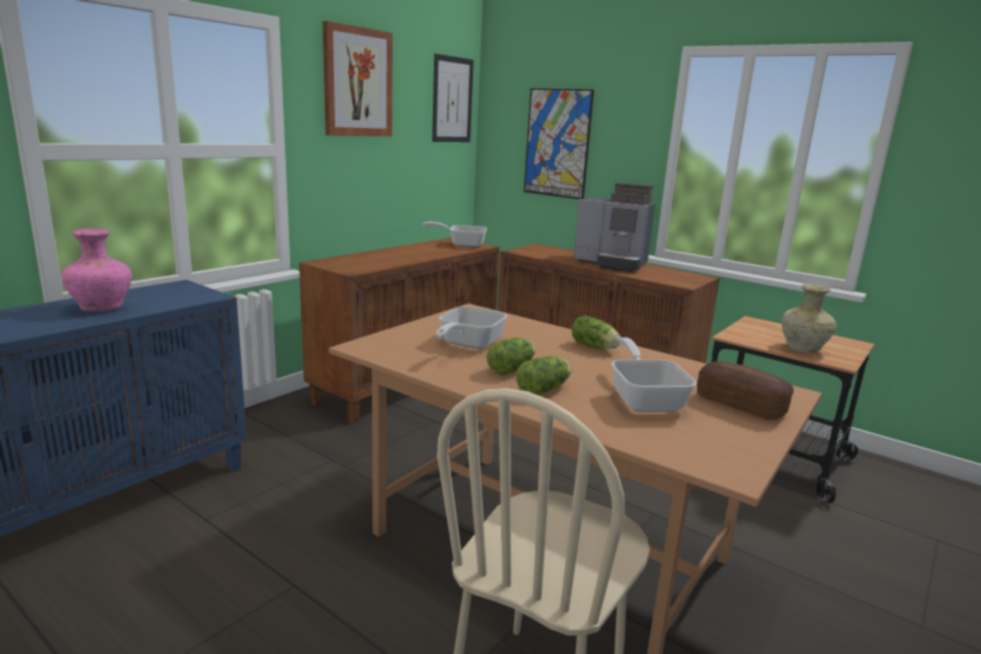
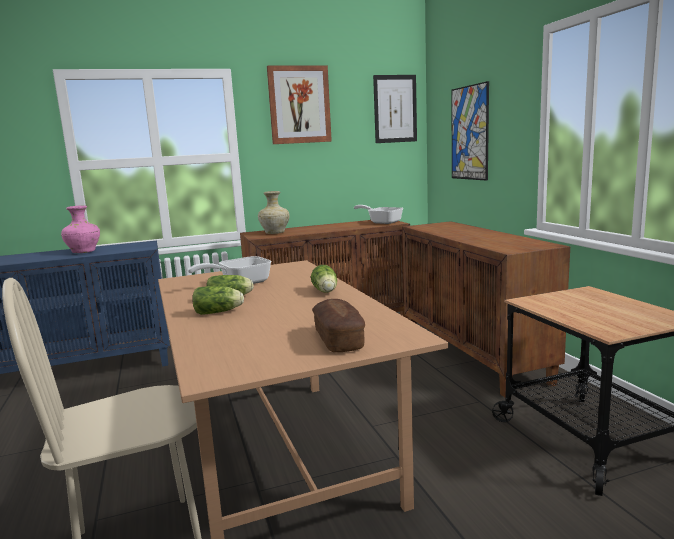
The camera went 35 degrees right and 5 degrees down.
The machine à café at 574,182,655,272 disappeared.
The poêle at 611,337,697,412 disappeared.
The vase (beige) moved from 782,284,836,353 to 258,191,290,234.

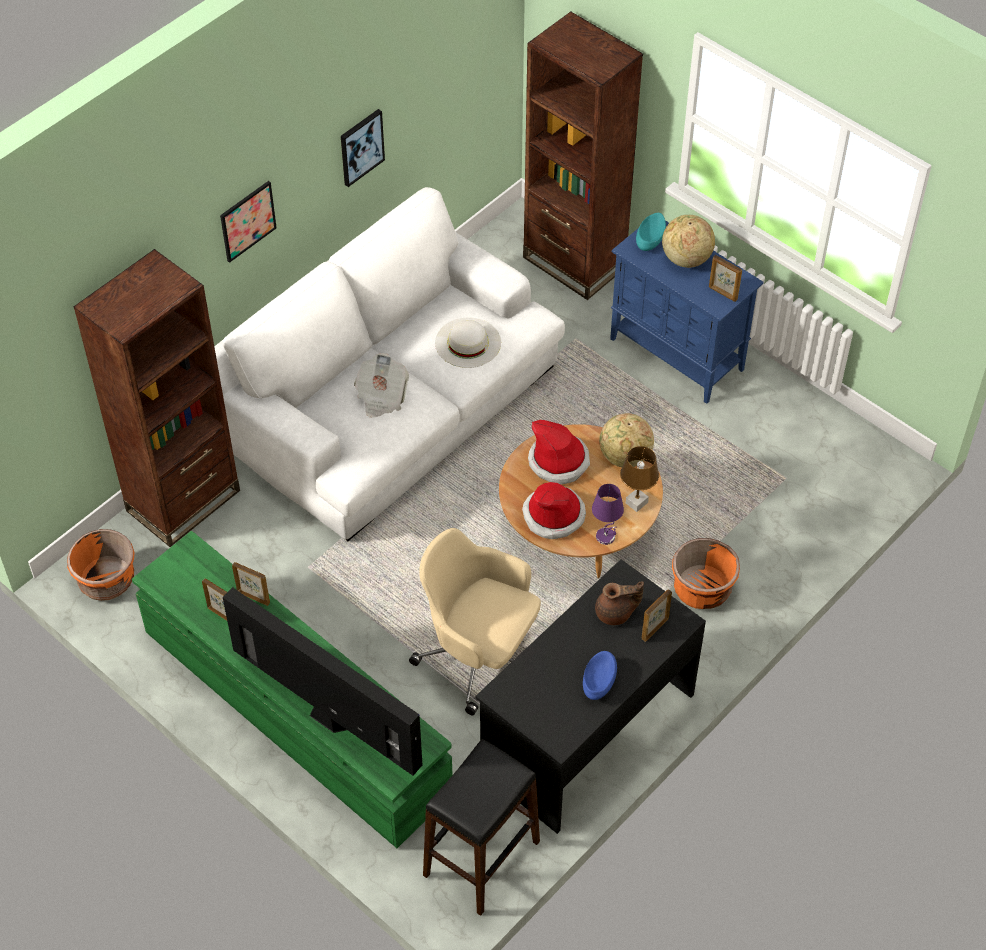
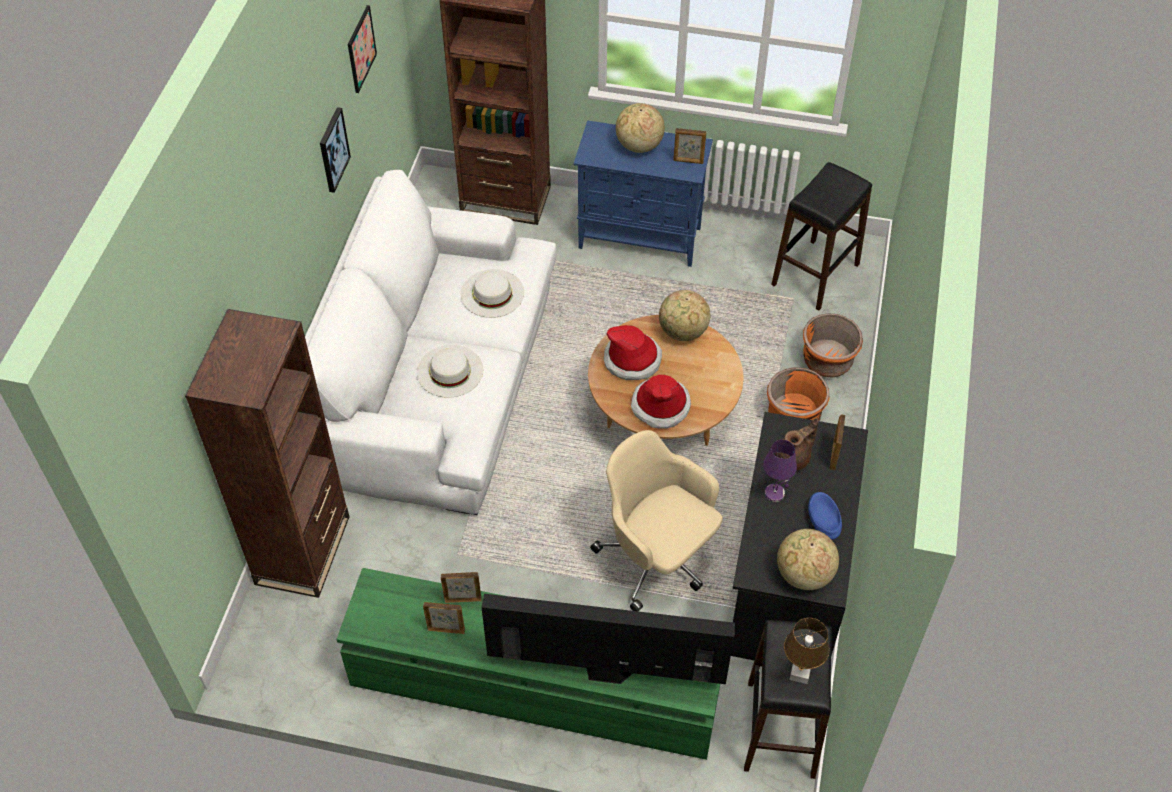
The camera went 30 degrees left and 0 degrees up.
The cache-pot (orange) moved from 67,529,135,601 to 803,313,863,378.
The tableau moved from 220,181,277,263 to 348,5,377,93.
The journal at 354,353,409,418 was replaced by the chapeau (blanc) at 417,345,483,398.
The chaise de bureau (beige) at 409,528,541,715 turned 45 degrees clockwise.
The lampe de table (violet) moved from 592,484,624,545 to 763,440,797,502.
The lampe de table (marron) moved from 620,446,659,512 to 784,618,830,684.
The bol (turquoise) at 636,213,666,251 disappeared.
The tabouret (noir) at 771,162,872,311 appeared.
The globe at 777,529,839,590 appeared.

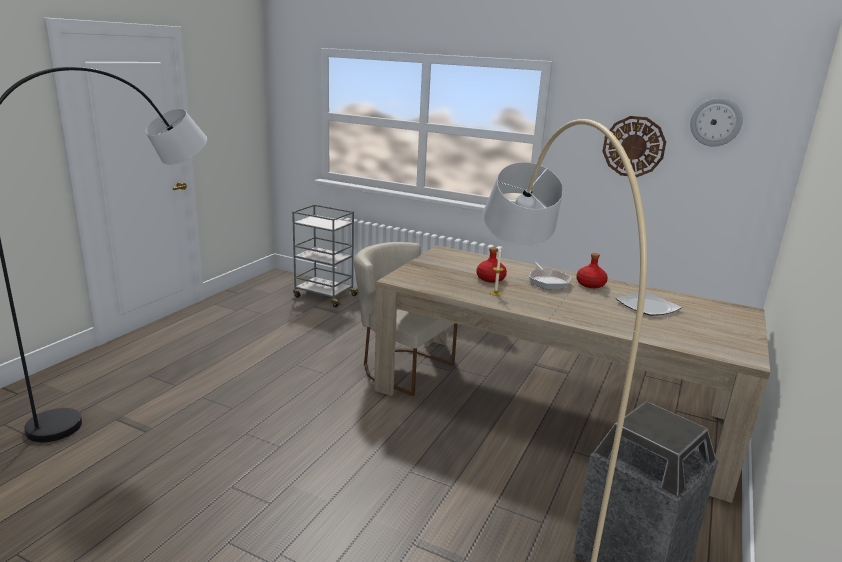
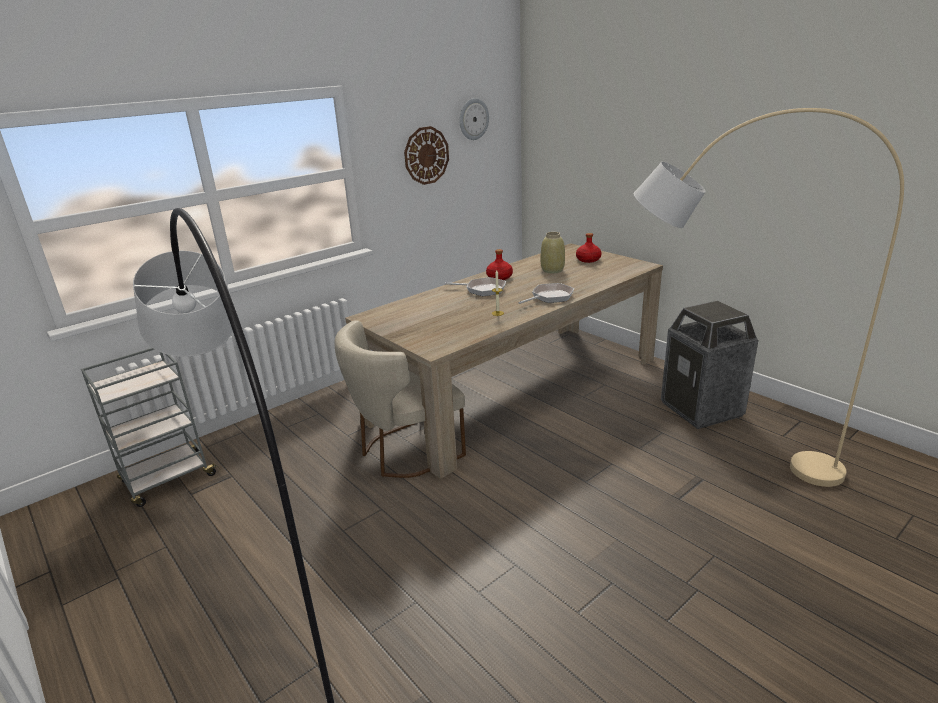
The camera went 65 degrees left and 5 degrees up.
The bouteille (rouge) moved from 476,247,507,283 to 576,233,601,263.
The assiette at 615,291,682,316 was replaced by the vase (beige) at 541,232,565,273.
The poêle at 518,283,574,304 appeared.

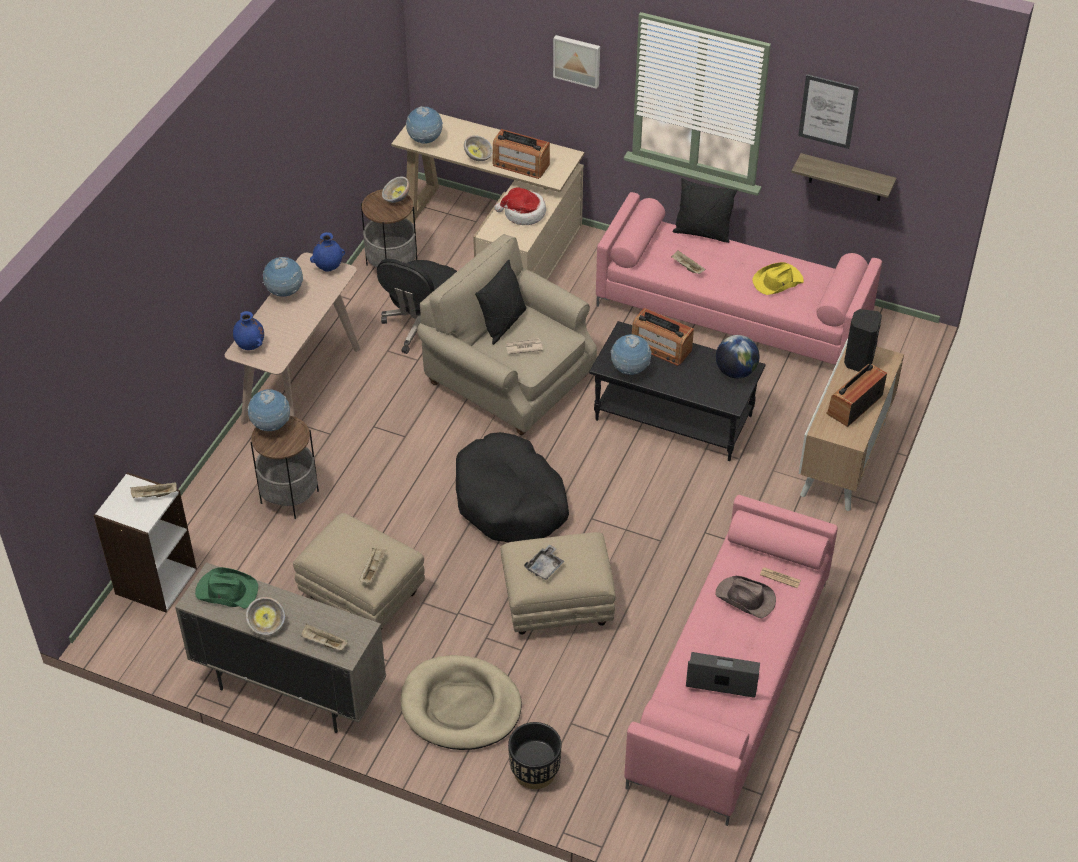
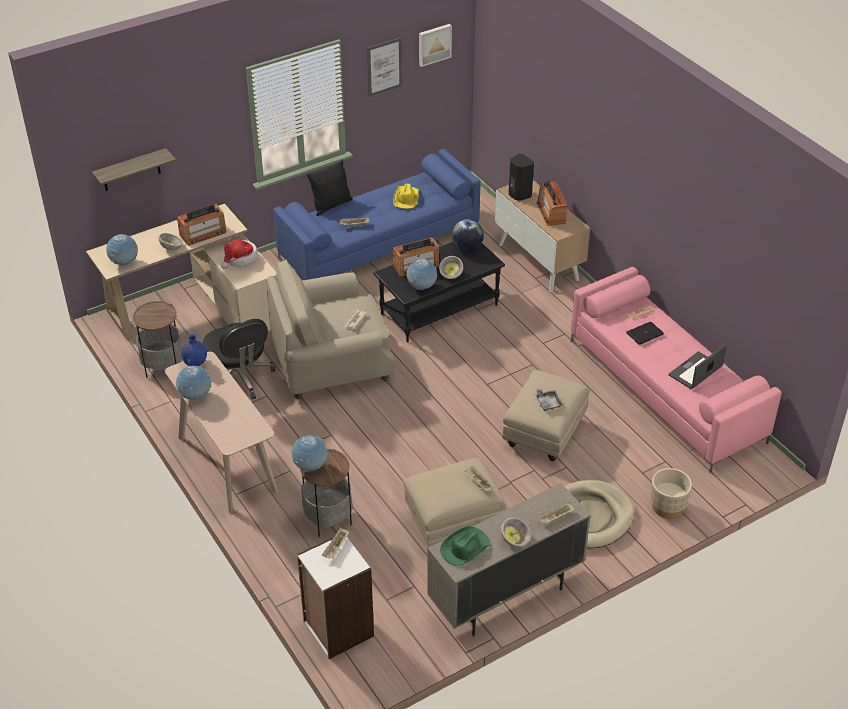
The camera went 55 degrees left and 5 degrees down.
The vase (bleu) at 233,311,264,350 disappeared.
The bol moved from 382,177,410,203 to 439,256,463,279.
The panier pour chien (noir) at 456,432,569,543 disappeared.
The coussin (noir) at 475,260,527,345 disappeared.
The cache-pot (noir) at 508,722,561,789 became the cache-pot (beige) at 650,468,692,519.
The tableau moved from 553,35,600,89 to 419,24,452,67.
The canapé (rose) at 596,192,882,366 became the canapé (bleu) at 273,149,481,280.
The chapeau (marron) at 715,576,776,618 was replaced by the ordinateur portable at 626,322,664,345.
The étagère moved from 791,153,897,201 to 92,148,176,191.

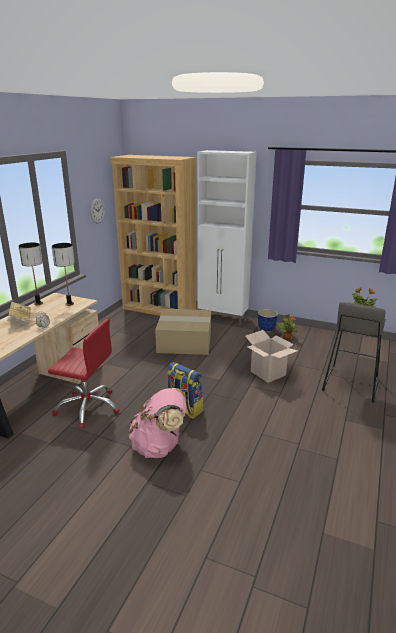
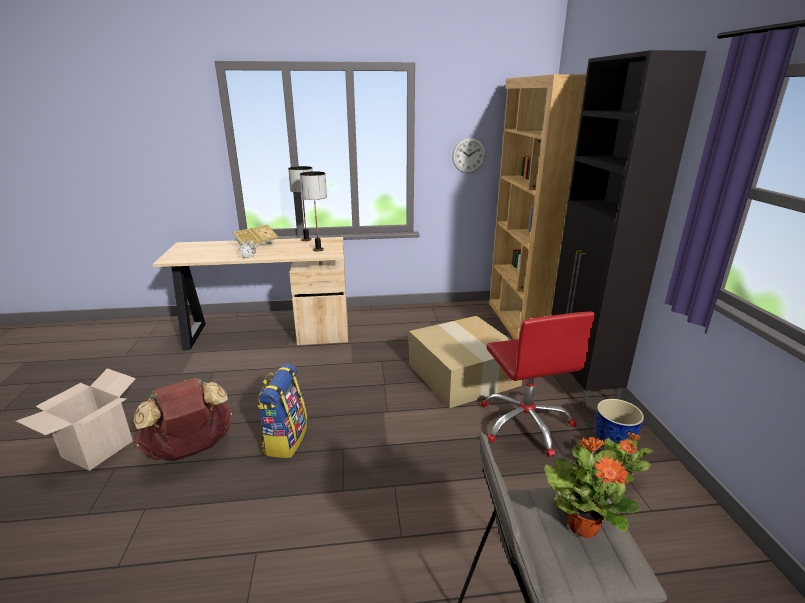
The camera went 60 degrees right and 0 degrees up.
The chaise de bureau (rouge) moved from 48,319,119,429 to 481,312,596,457.
The sac à dos (rose) at 129,388,186,458 became the sac à dos (marron) at 133,378,233,461.
The meuble de rangement (blanc) at 197,150,257,325 became the meuble de rangement (noir) at 551,50,706,407.
The carton moved from 245,330,297,383 to 16,368,136,471.

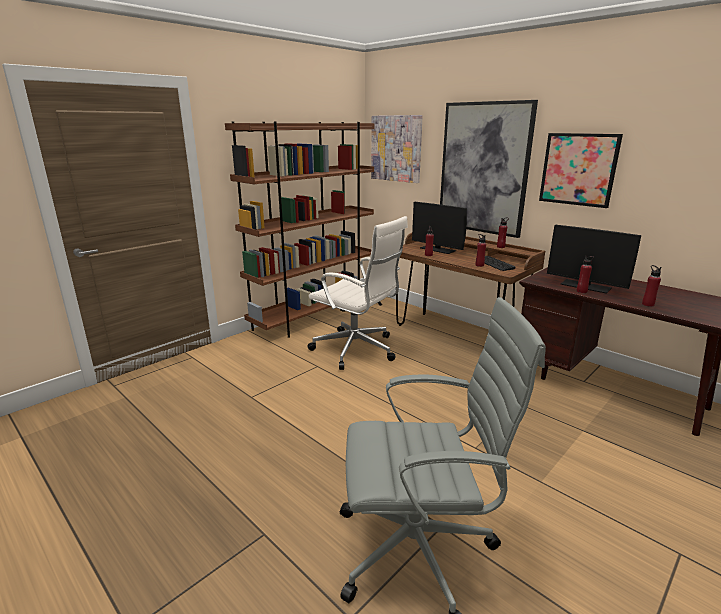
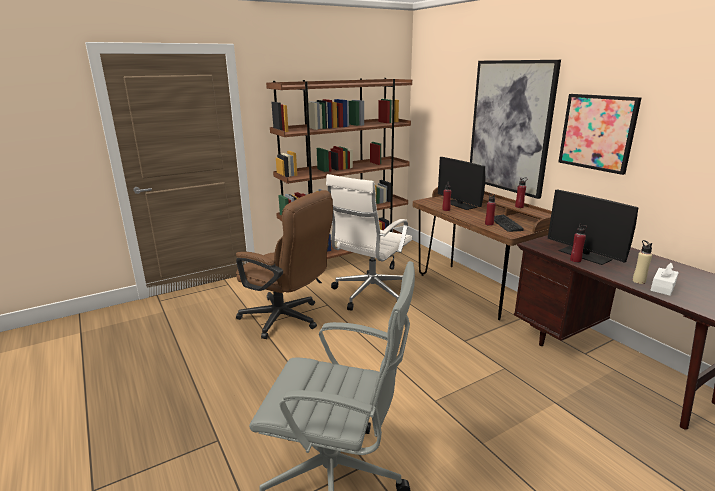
The camera went 15 degrees right and 0 degrees up.
The chaise de bureau (blanc) at 308,216,408,370 turned 75 degrees clockwise.
The tableau at 371,115,423,183 disappeared.
The bouteille (rouge) at 642,265,661,307 became the bouteille (beige) at 633,240,652,284.
The chaise de bureau (marron) at 236,190,333,339 appeared.
The boîte à mouchoirs (blanc) at 650,263,679,296 appeared.

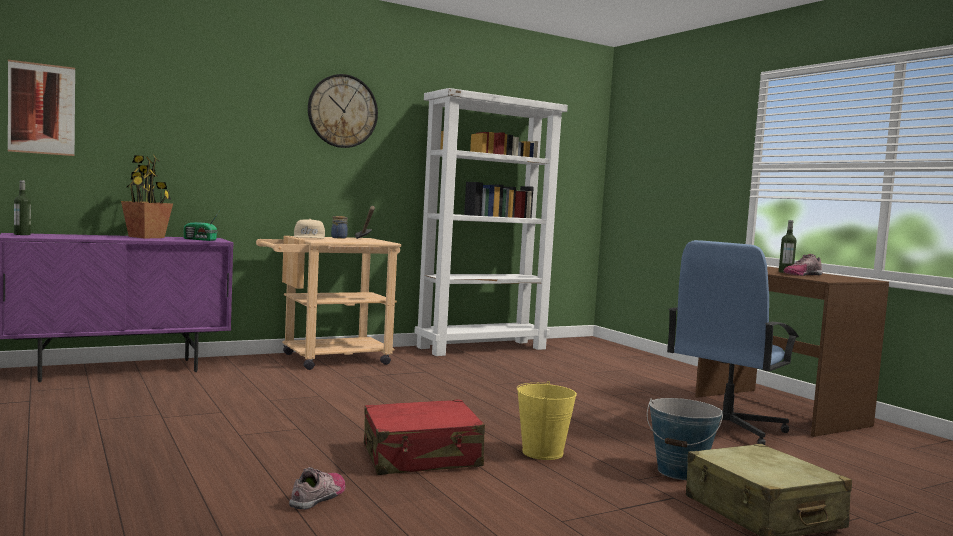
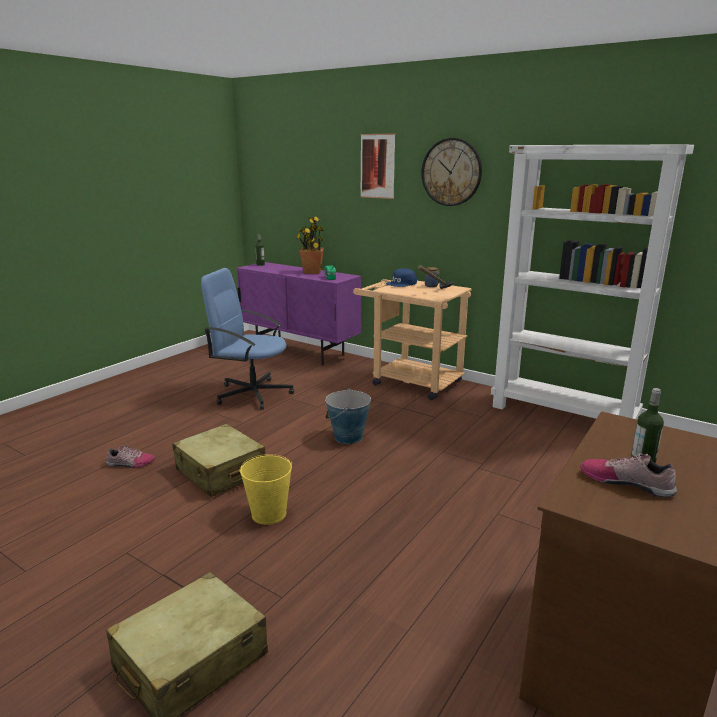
The camera went 65 degrees right and 15 degrees up.
The tableau moved from 8,60,75,156 to 360,133,395,199.
The casquette (beige) at 294,219,325,238 became the casquette (bleu) at 386,268,417,287.
The valise (rouge) at 364,399,485,475 became the valise (beige) at 172,424,265,497.
The seau moved from 647,398,723,480 to 325,388,371,444.
The chaise de bureau (bleu) moved from 667,240,799,445 to 201,268,294,410.

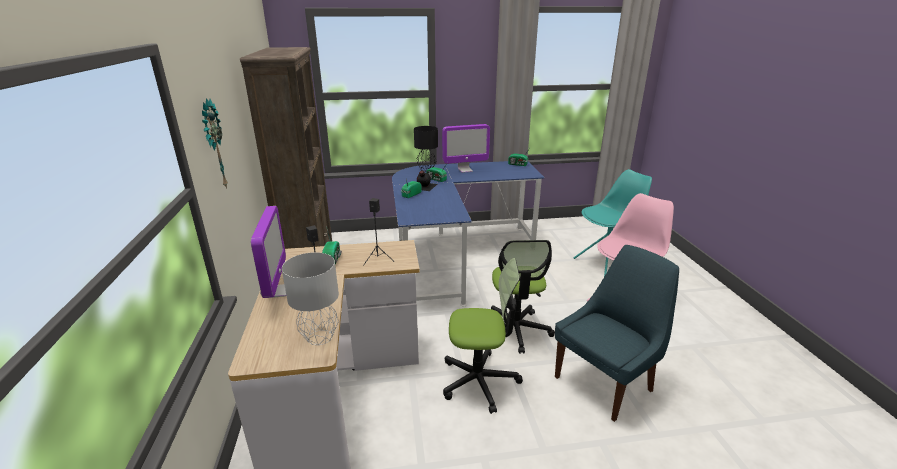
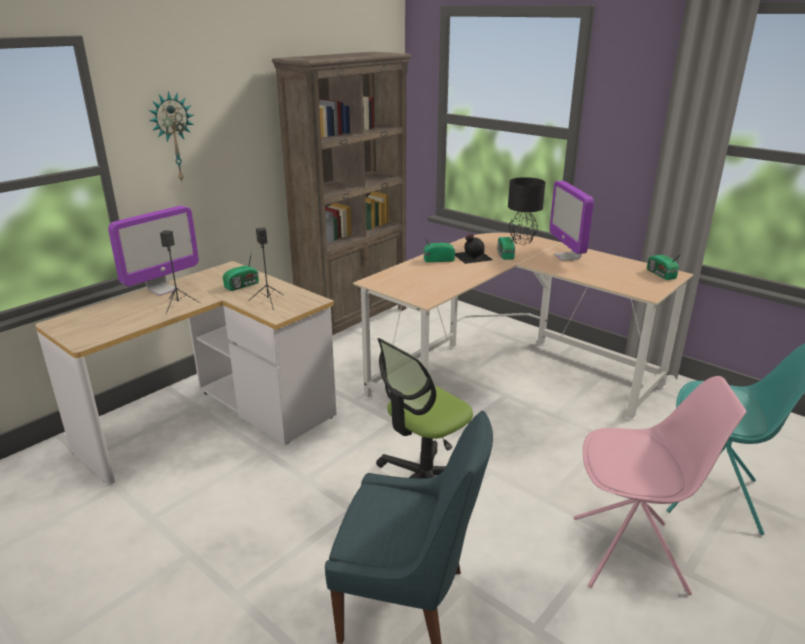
The camera went 50 degrees right and 0 degrees up.
The lampe de table (gris) at 282,252,339,345 disappeared.
The bureau (bleu) at 392,161,545,306 became the bureau (beige) at 353,233,694,420.
The écran d'ordinateur at 442,124,490,173 turned 45 degrees clockwise.
The chaise de bureau at 443,258,523,414 disappeared.

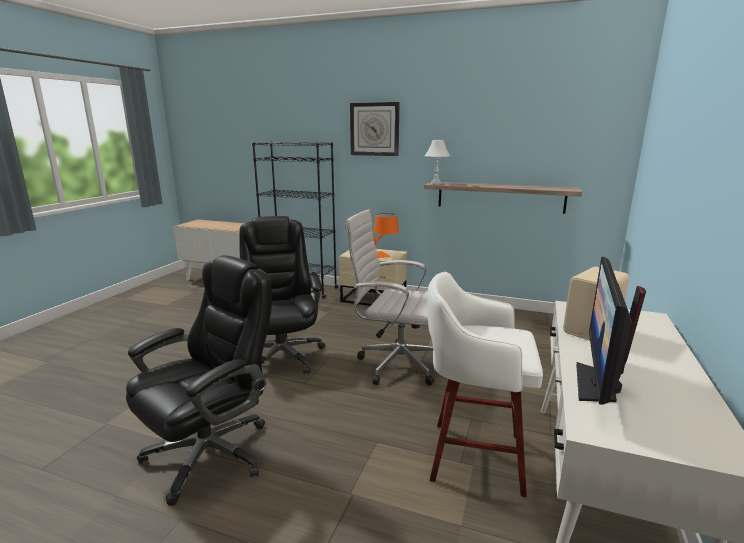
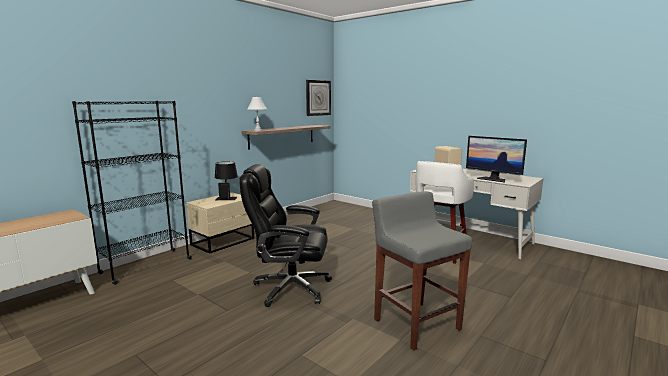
The camera went 70 degrees left and 5 degrees down.
The chaise de bureau (noir) at 126,255,272,506 was replaced by the tabouret (gris) at 372,191,472,350.
The chaise de bureau (blanc) at 345,209,435,386 disappeared.
The horloge murale moved from 350,102,400,156 to 306,80,331,116.
The lampe de table (orange) at 373,213,399,258 became the lampe de table (noir) at 215,161,238,200.

